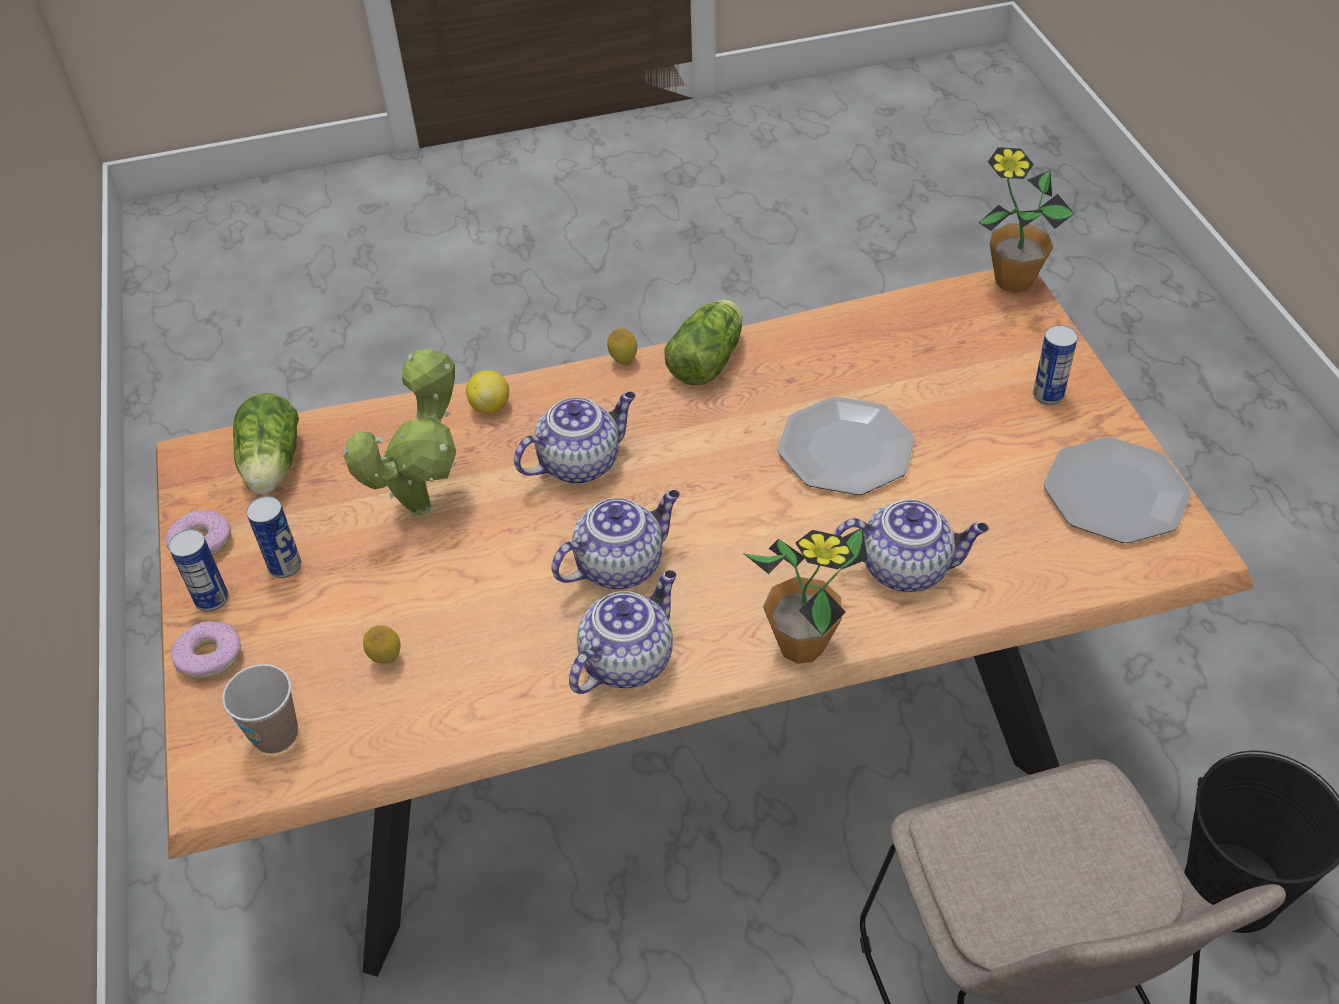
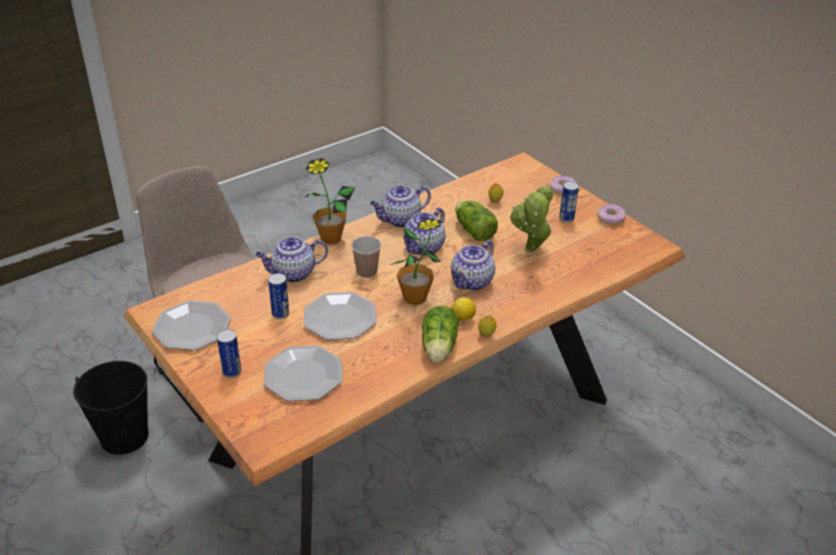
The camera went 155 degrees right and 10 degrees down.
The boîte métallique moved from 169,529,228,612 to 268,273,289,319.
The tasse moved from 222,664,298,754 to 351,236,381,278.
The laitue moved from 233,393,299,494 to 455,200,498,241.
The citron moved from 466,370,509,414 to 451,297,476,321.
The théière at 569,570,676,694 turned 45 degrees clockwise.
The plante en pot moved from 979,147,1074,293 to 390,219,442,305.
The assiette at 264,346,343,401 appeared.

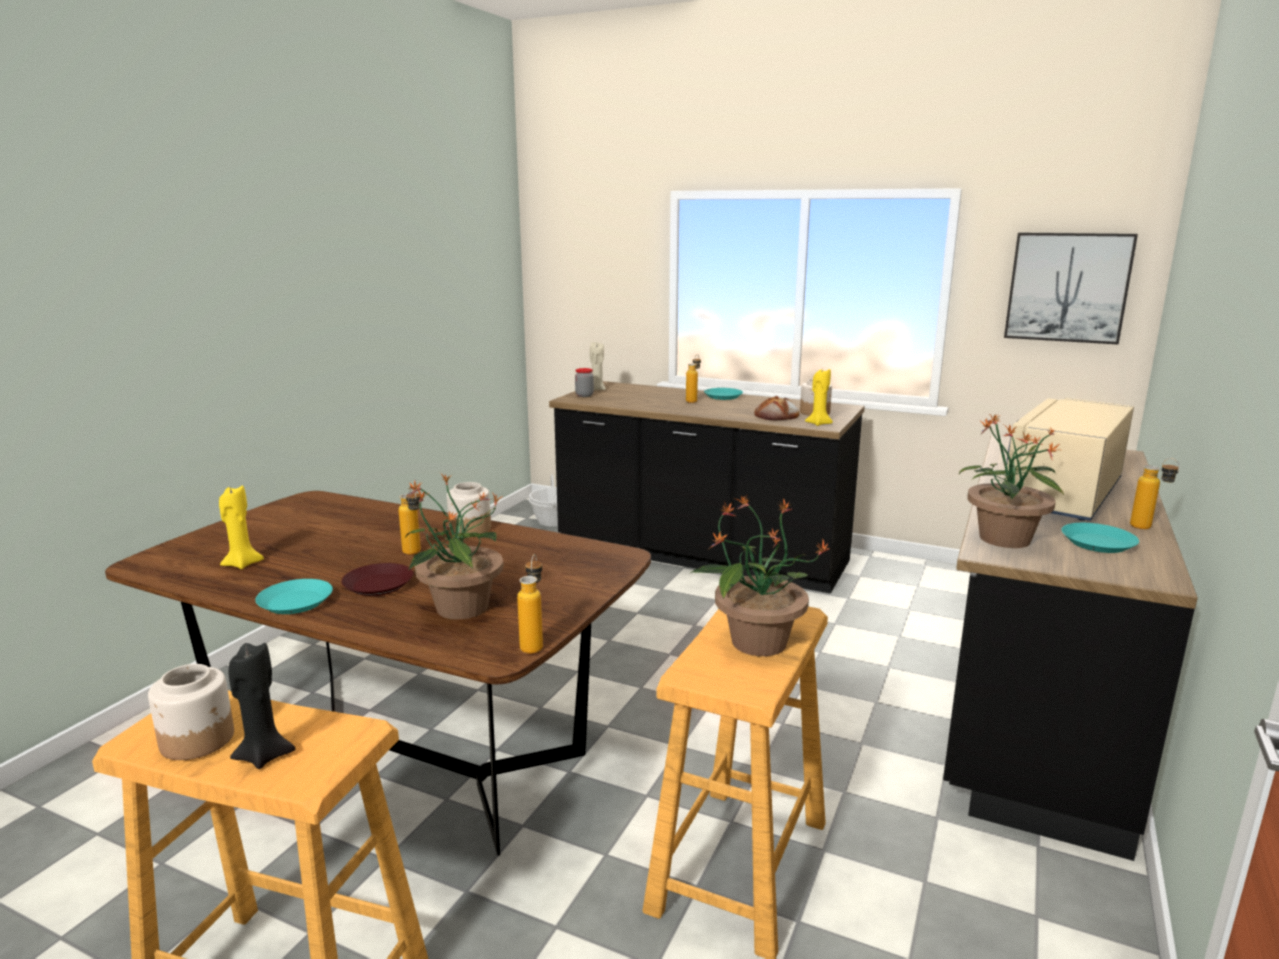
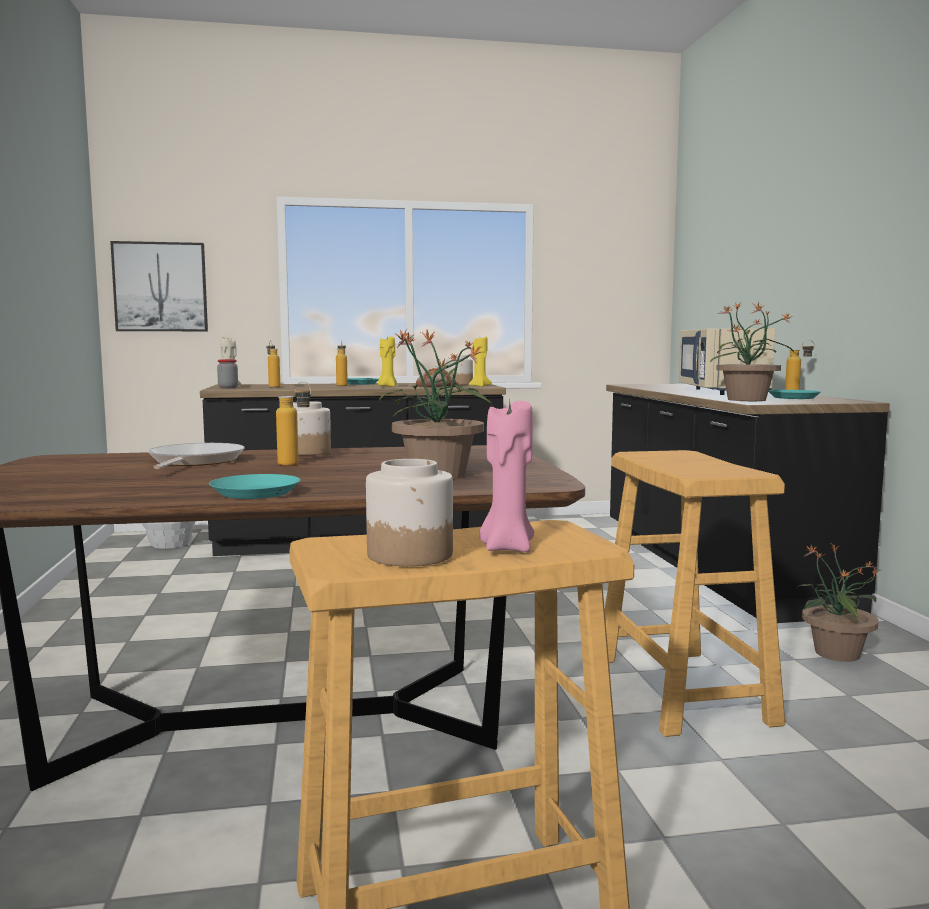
The camera went 35 degrees left and 10 degrees down.
The bougie (jaune) moved from 219,485,264,569 to 378,337,397,387.
The bougie (noir) at 229,643,296,769 became the bougie (rose) at 479,399,534,552.
The assiette (marron) at 341,563,413,596 disappeared.
The bouteille moved from 517,554,543,654 to 267,340,280,387.
The plante en pot moved from 689,495,831,656 to 796,544,882,662.
The tableau moved from 1004,233,1138,345 to 110,241,208,331.
The poêle at 148,443,244,469 appeared.

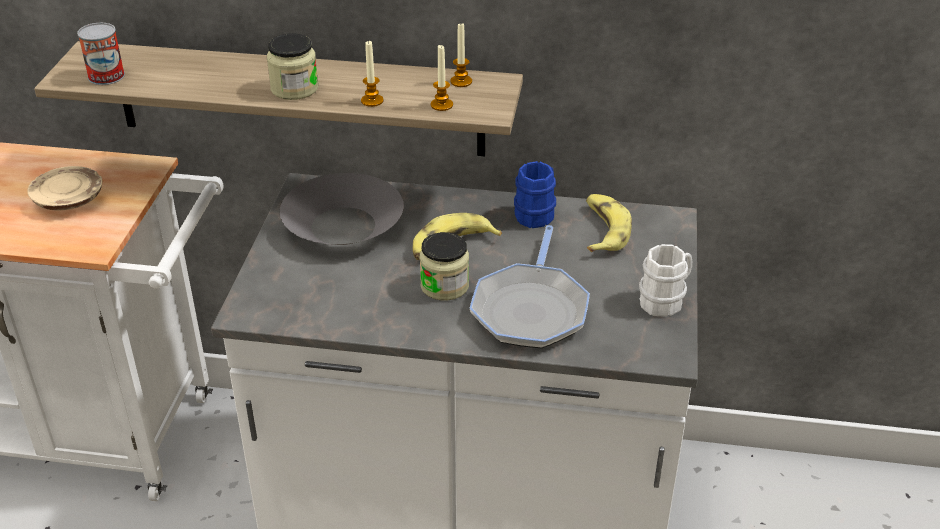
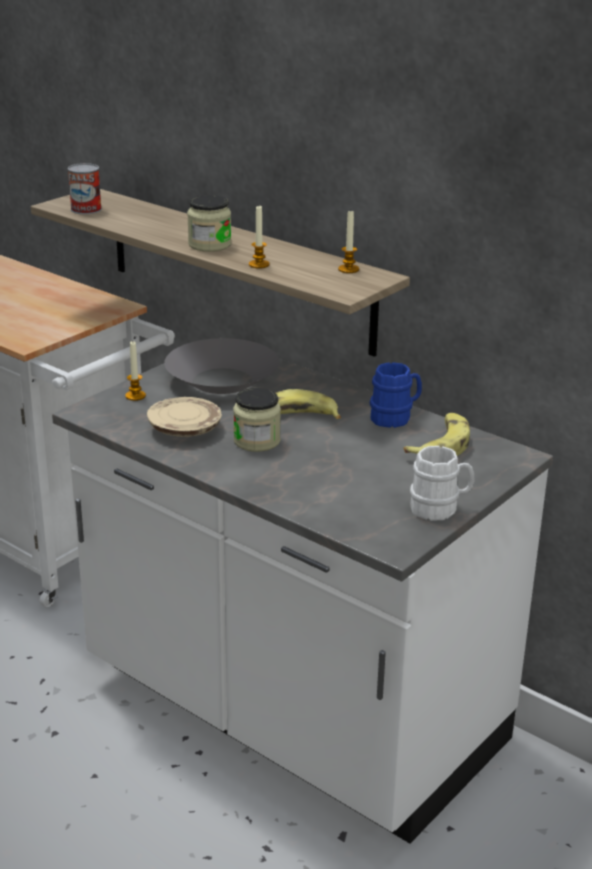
The camera went 30 degrees right and 10 degrees down.
The assiette (beige) moved from 27,166,102,210 to 147,397,222,437.
The bougie moved from 431,45,453,111 to 125,341,146,401.
The poêle at 470,225,590,348 disappeared.

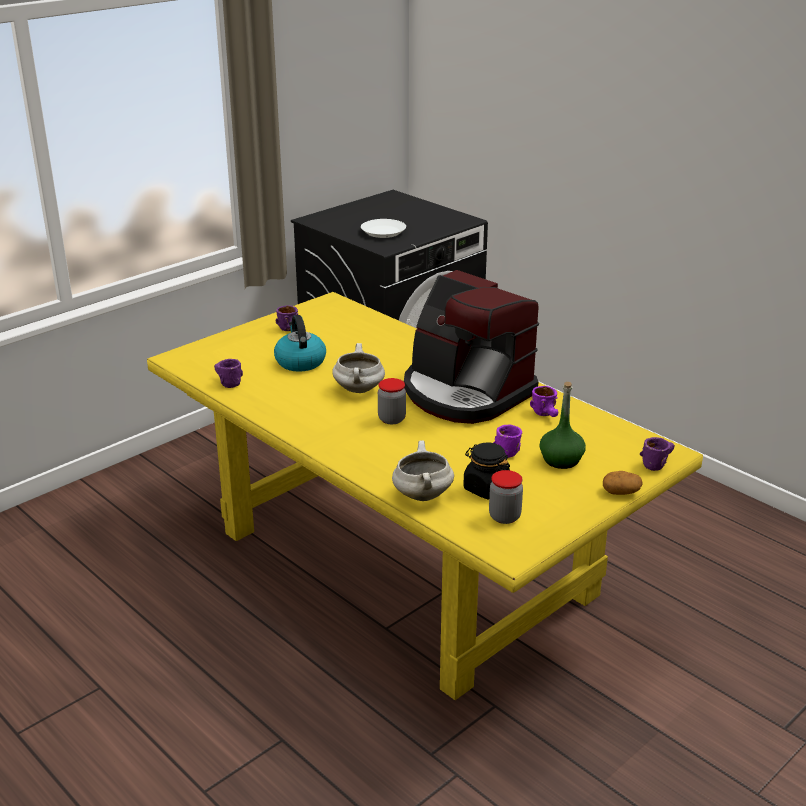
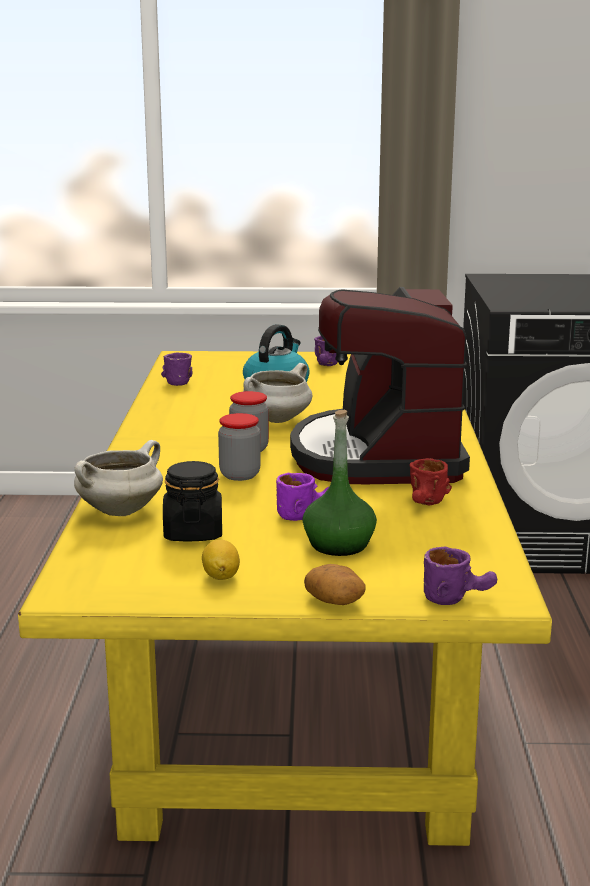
The camera went 45 degrees right and 10 degrees down.
The assiette (blanc) at 361,219,406,238 disappeared.
The bocal moved from 489,470,523,524 to 218,413,261,481.
The mug (violet) at 530,386,558,417 became the mug (rouge) at 410,458,452,505.
The citron at 202,540,240,580 appeared.

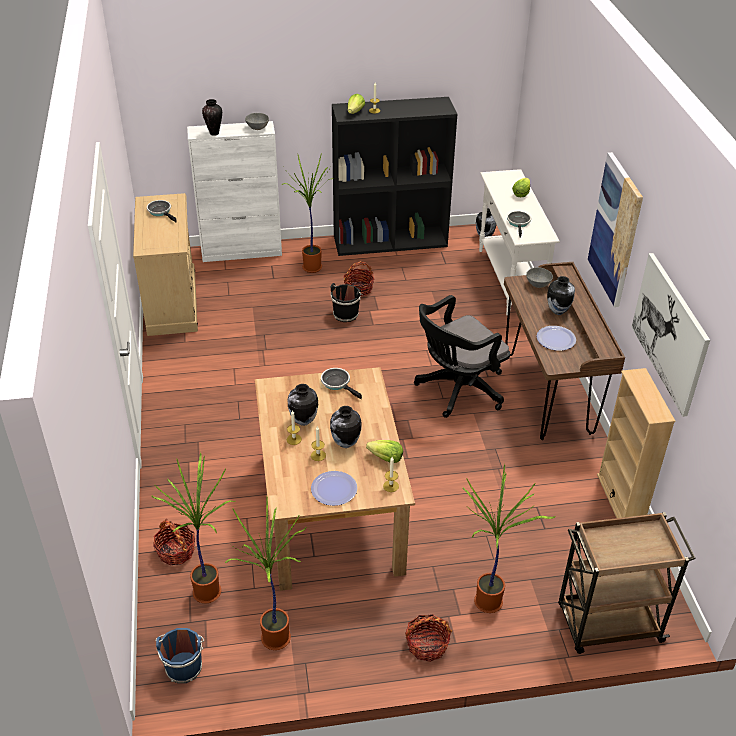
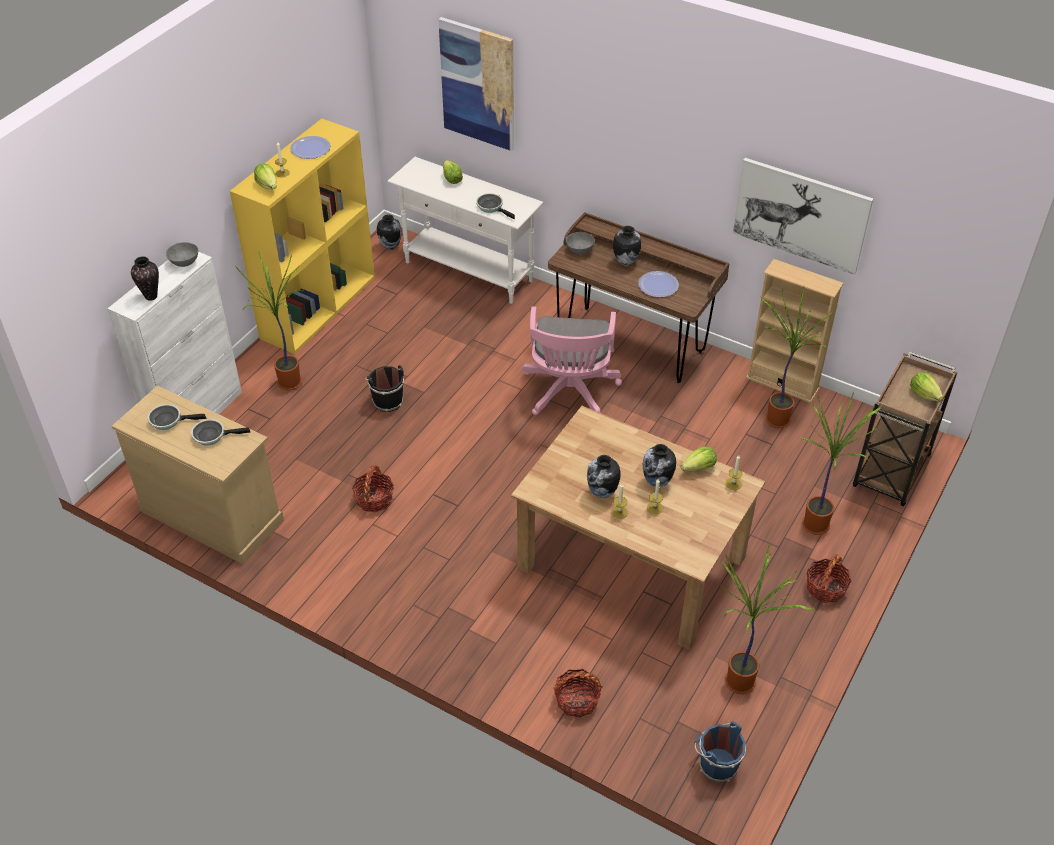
The camera went 50 degrees left and 5 degrees up.
The plante en pot moved from 151,452,236,603 to 760,287,838,428.
The assiette moved from 311,471,357,506 to 290,136,331,159.
The poêle moved from 321,368,362,399 to 191,419,250,445.
The bibliothèque (noir) at 332,97,457,256 became the bibliothèque (jaune) at 230,118,375,354.
The panier moved from 344,261,375,296 to 352,465,394,513.
The chaise de bureau (noir) at 414,295,510,418 became the chaise de bureau (rose) at 522,307,622,415.
The tableau moved from 588,152,643,307 to 438,17,514,151.
The laitue at 910,372,943,402 appeared.

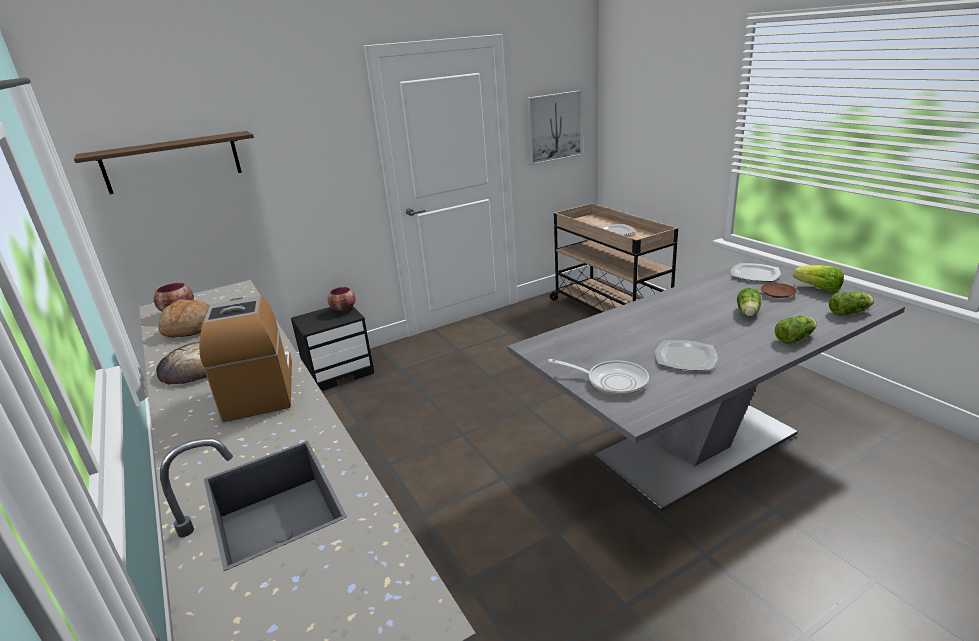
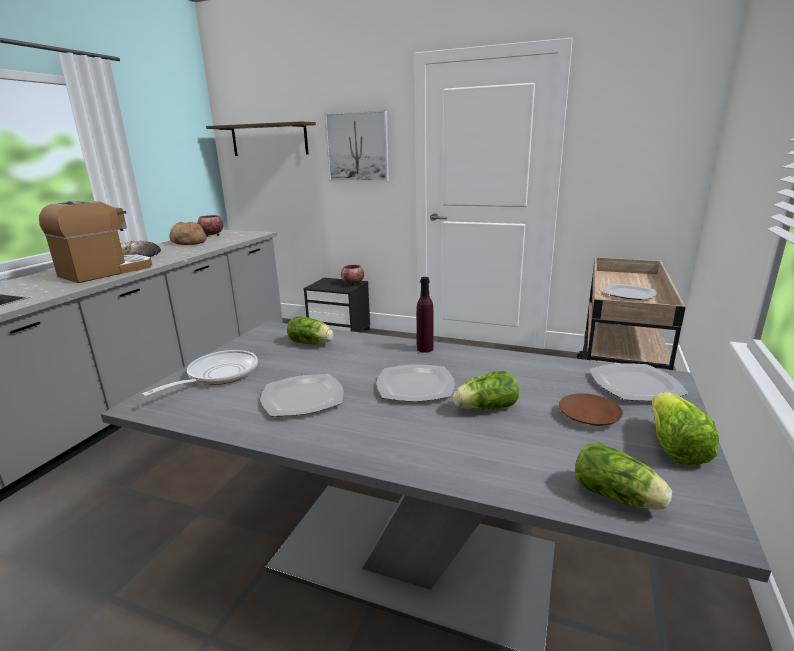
The camera went 50 degrees right and 5 degrees down.
The tableau moved from 527,90,583,165 to 324,110,389,182.
The poêle at 548,359,649,396 turned 135 degrees counterclockwise.
The laitue moved from 775,315,816,344 to 287,316,334,344.
The assiette at 377,364,455,402 appeared.
The bouteille (violet) at 417,277,434,353 appeared.

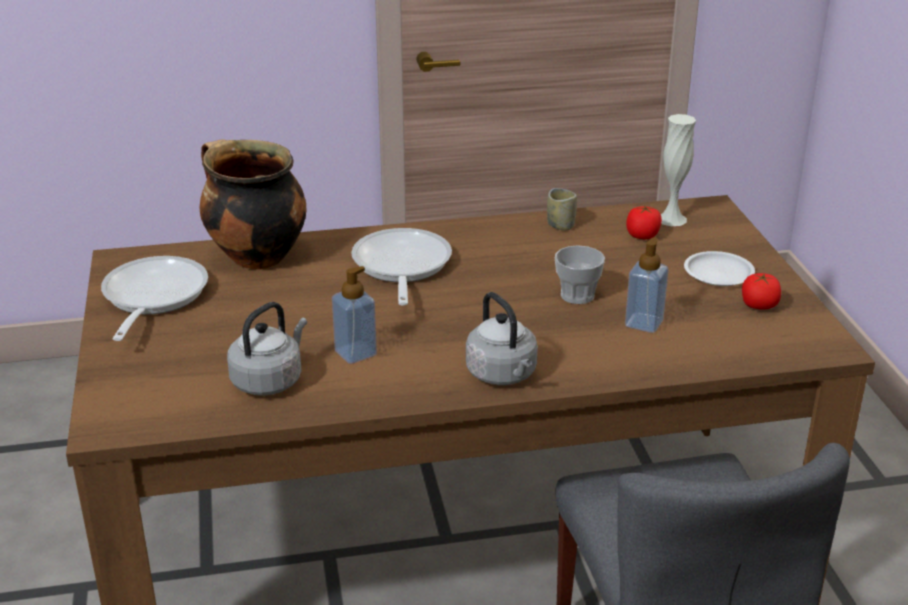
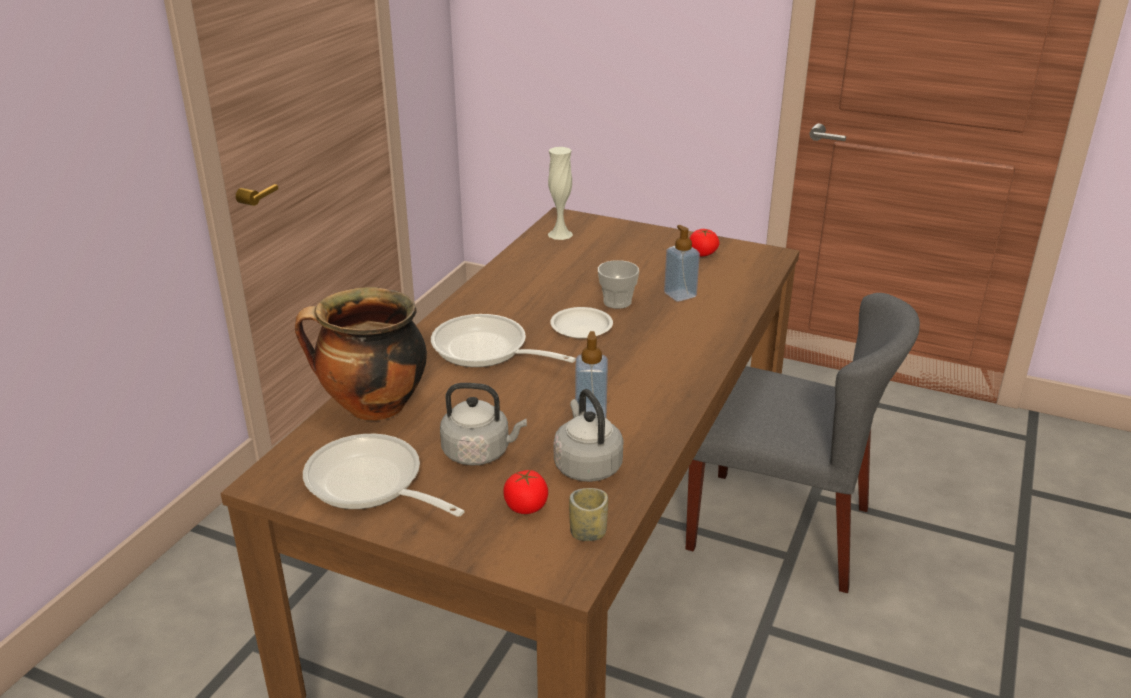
The camera went 55 degrees left and 0 degrees up.
The bouilloire (gris) moved from 466,292,538,385 to 440,383,527,466.
The tasse moved from 547,188,577,230 to 569,488,608,541.
The tomate moved from 626,205,662,239 to 503,470,548,514.
The assiette (blanc) moved from 684,251,755,286 to 550,307,613,339.

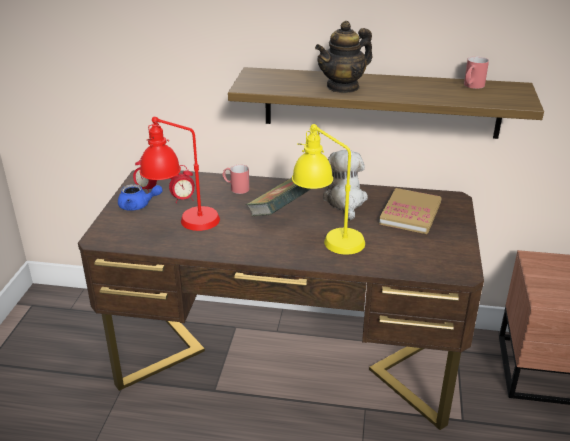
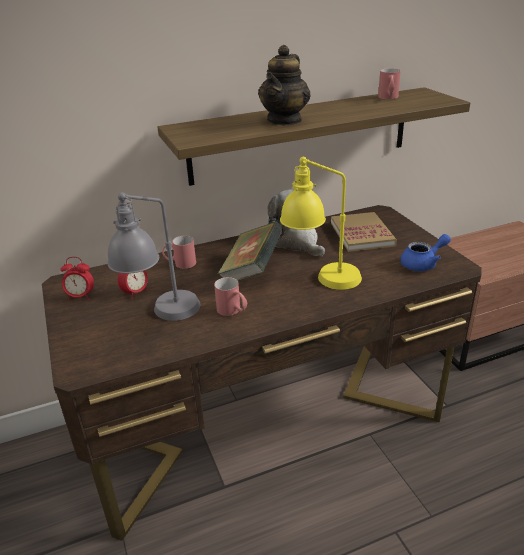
The camera went 30 degrees left and 0 degrees up.
The théière (bleu) moved from 118,184,163,211 to 400,234,451,271.
The lampe de table (rouge) at 140,117,220,231 became the lampe de table (gris) at 107,192,200,321.
The mug (rouge) at 214,277,247,316 appeared.

